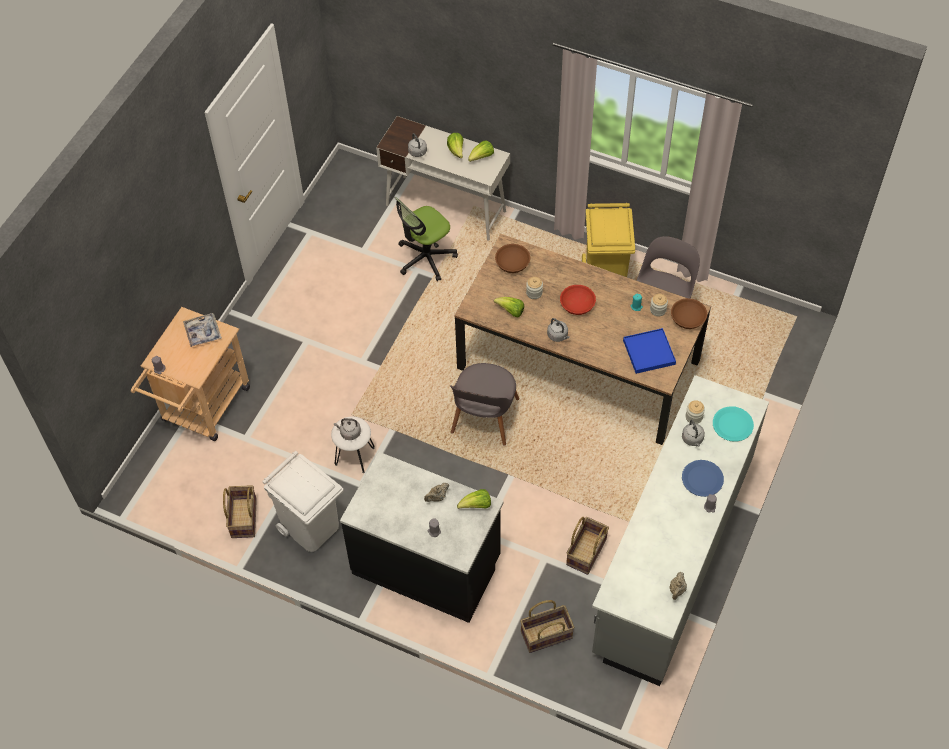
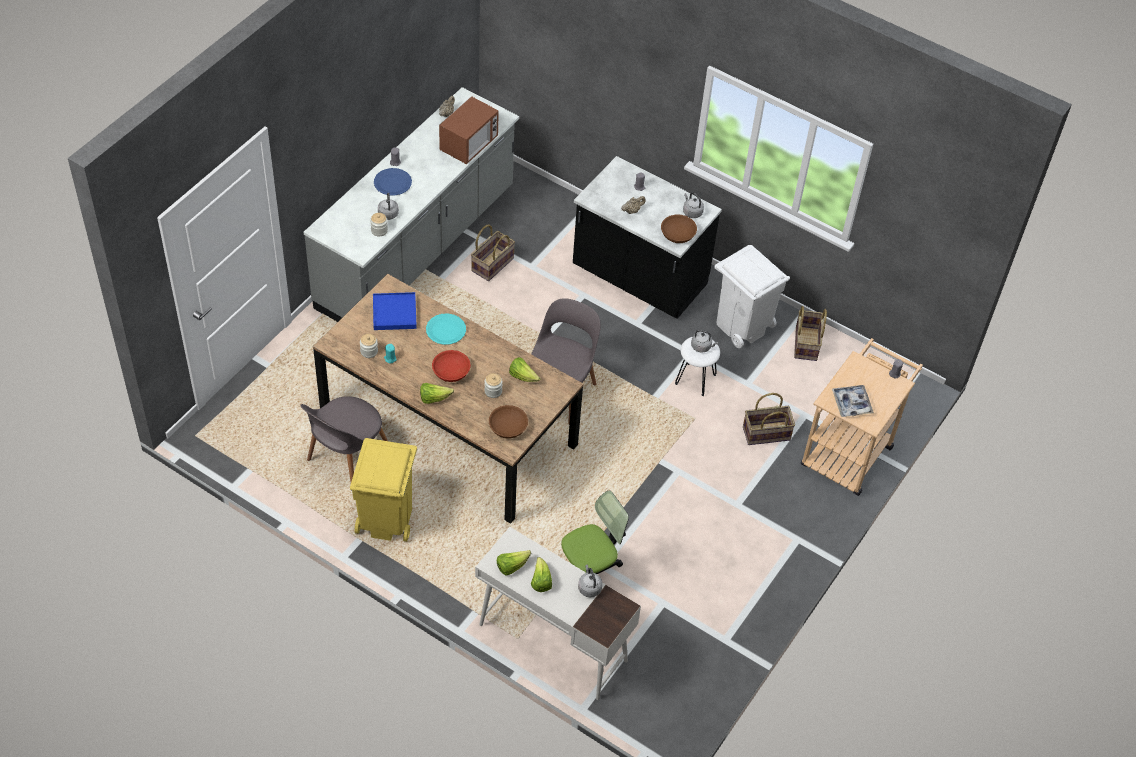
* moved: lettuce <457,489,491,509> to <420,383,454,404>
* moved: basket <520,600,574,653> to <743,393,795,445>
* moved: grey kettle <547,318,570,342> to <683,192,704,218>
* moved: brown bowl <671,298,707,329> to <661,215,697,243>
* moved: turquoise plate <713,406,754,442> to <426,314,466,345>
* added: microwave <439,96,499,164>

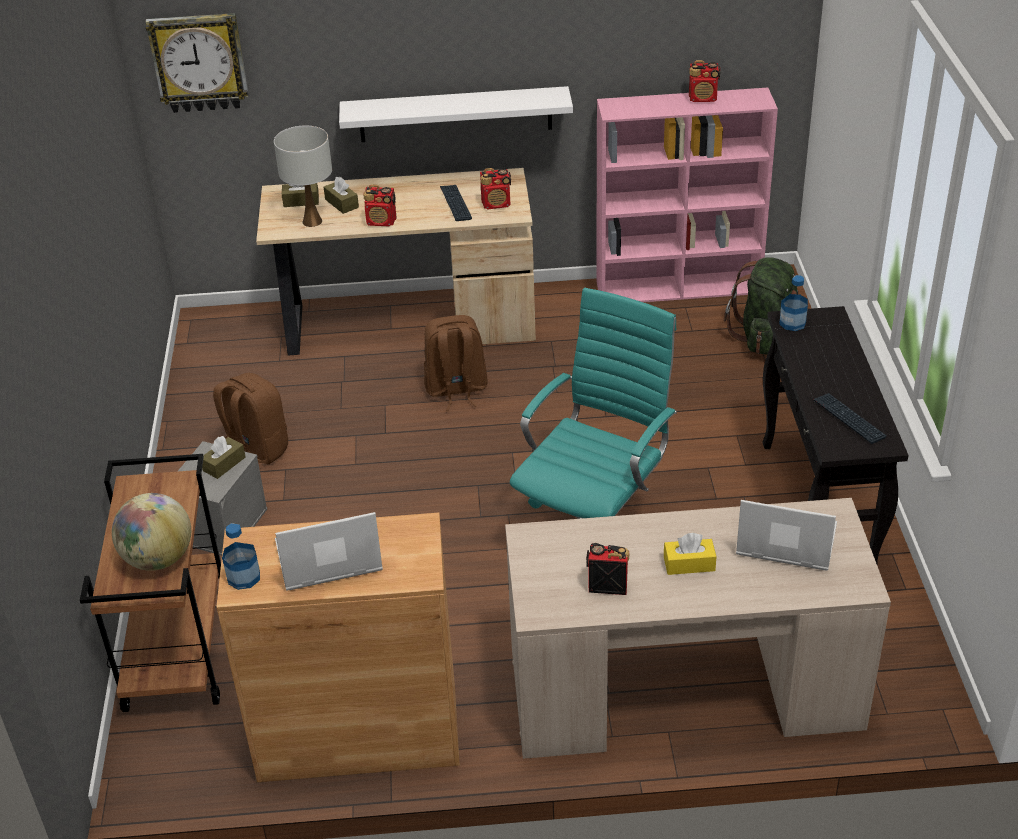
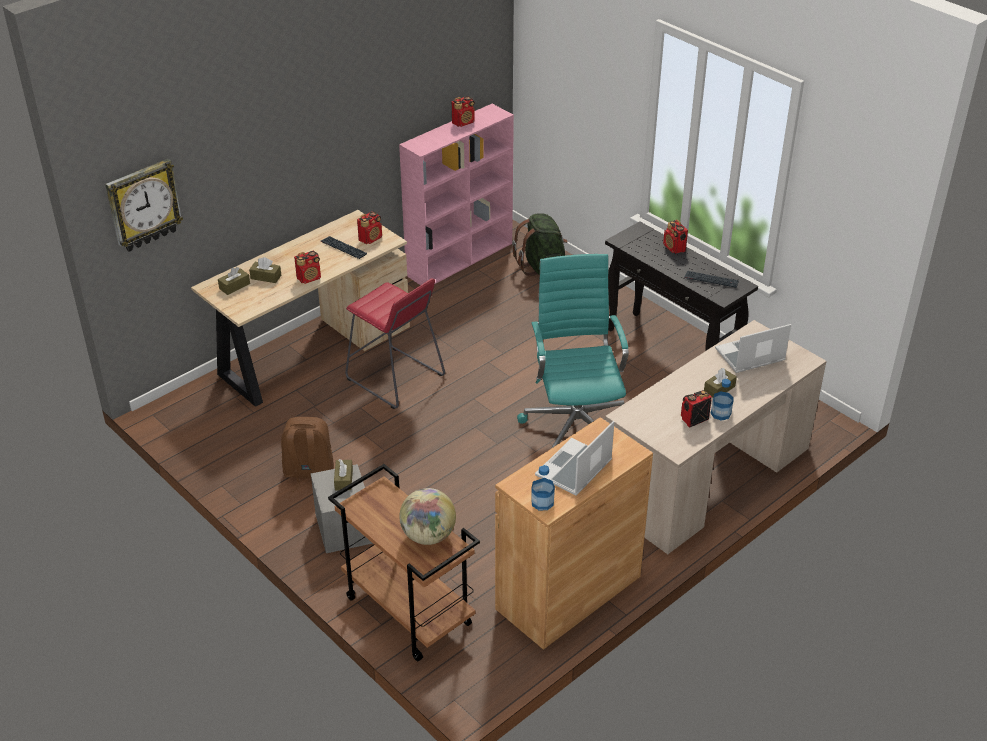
* removed: white table lamp <274,126,332,227>
* removed: white shelf <339,86,573,142>
* replaced: brown backpack <424,315,488,411> to red stool <345,279,445,409>
* recoloured: yellow tissue box <664,533,716,575> to brown tissue box <704,368,737,398>
* moved: bottle <779,275,808,331> to <711,379,734,421>
* added: radio <663,220,688,254>

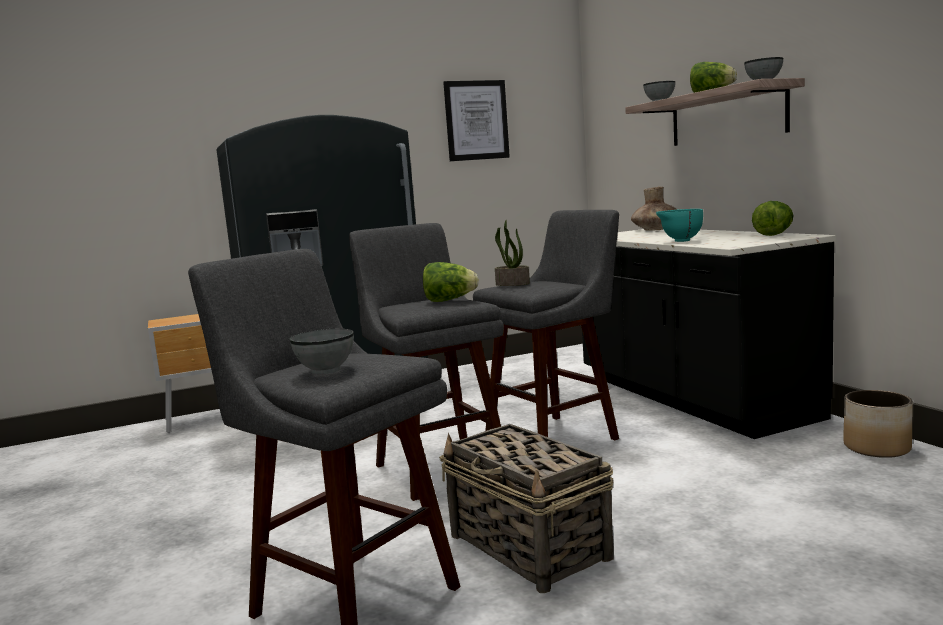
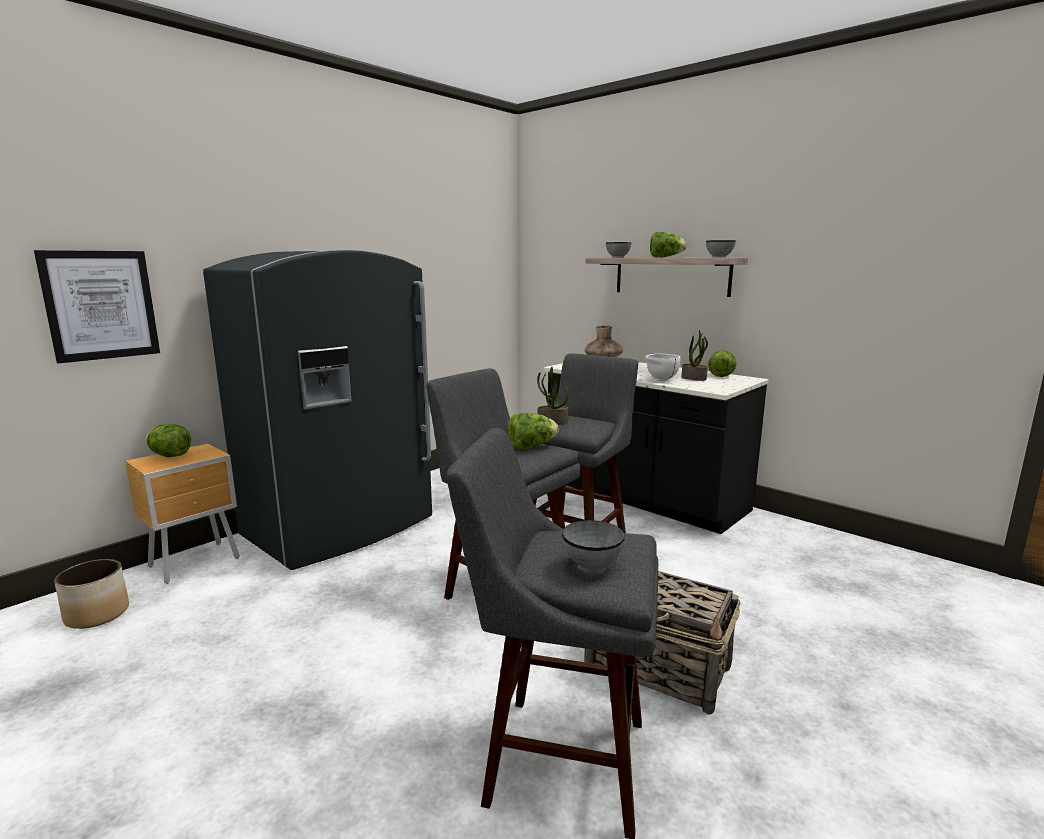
* moved: picture <443,80,510,161> to <34,250,160,363>
* recoloured: turquoise bowl <656,209,703,242> to white bowl <645,354,681,381>
* moved: planter <843,390,913,458> to <54,559,129,629>
* added: lettuce <146,424,191,457>
* added: potted plant <682,330,708,381>

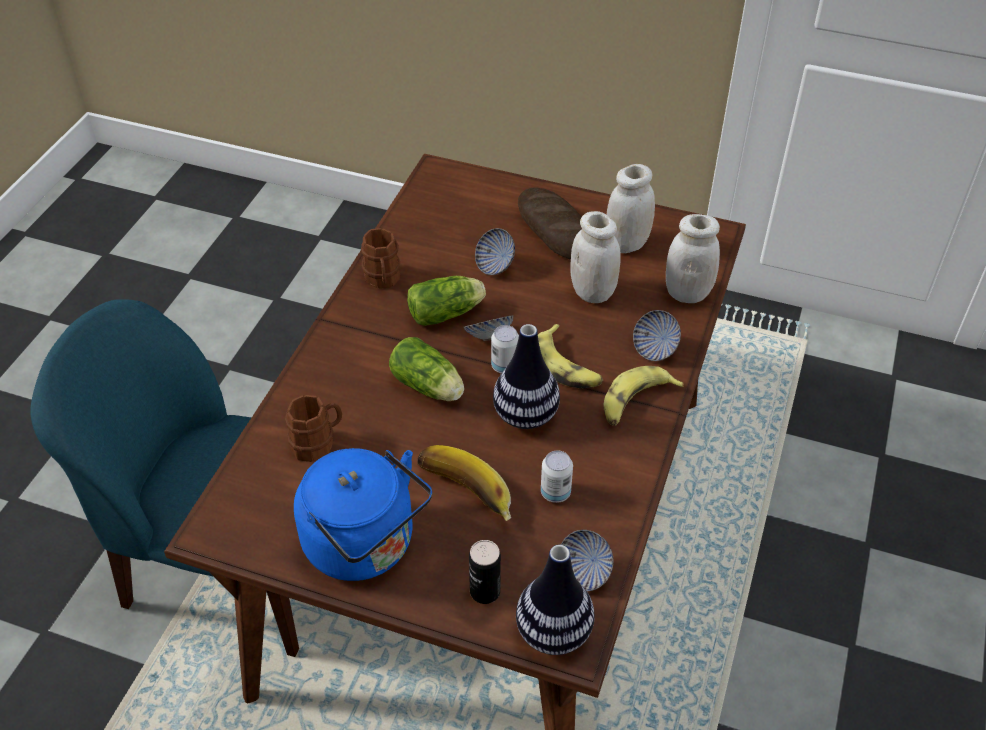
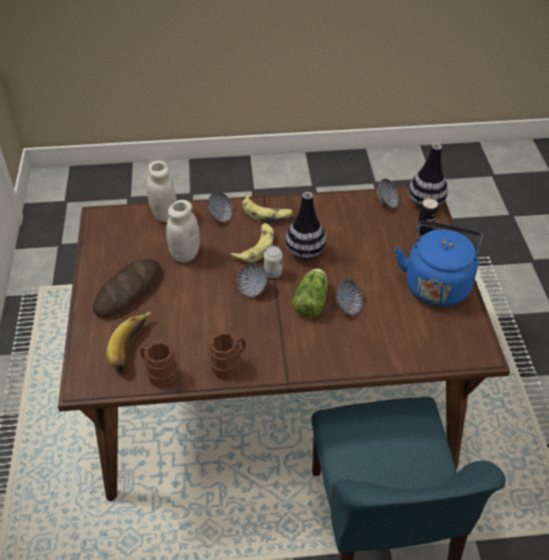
* moved: brown mug <285,395,342,462> to <140,342,178,388>
* removed: lettuce <407,276,486,326>
* moved: banana <417,445,511,521> to <107,312,151,371>
* moved: bowl <475,228,515,275> to <336,280,363,315>
* removed: can <541,451,573,503>
* removed: white jar <606,164,655,253>

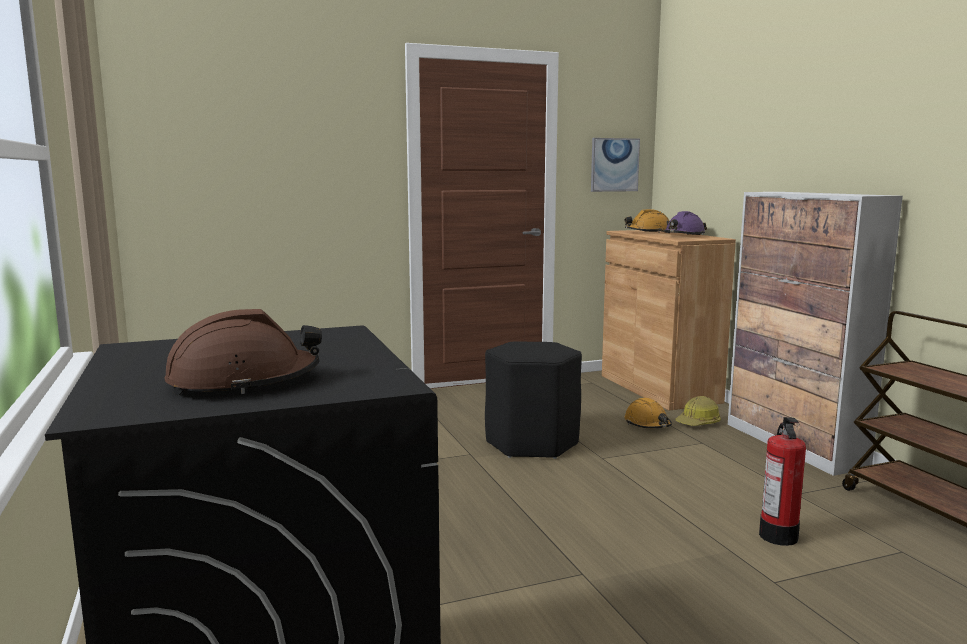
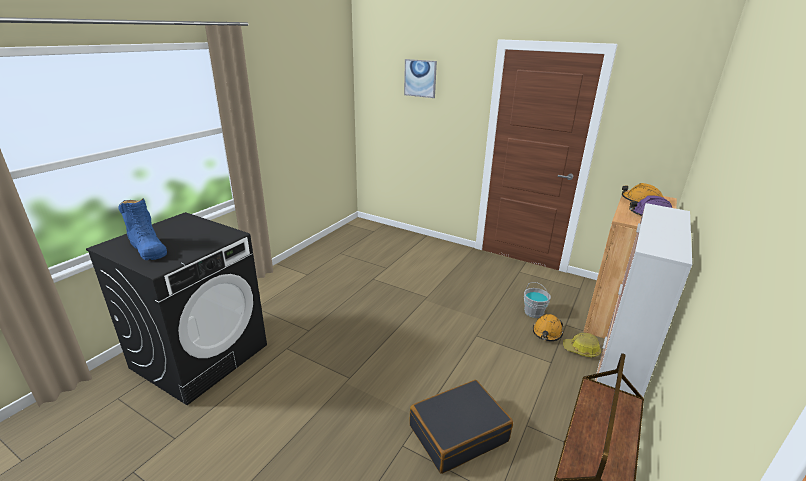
* replaced: brown hard hat <164,309,322,396> to blue boot <118,199,167,260>
* removed: black stool <485,341,582,459>
* moved: picture <591,138,640,192> to <404,59,437,98>
* replaced: fire extinguisher <759,417,806,546> to black suitcase <409,380,513,474>
* added: grey bucket <524,282,551,318>

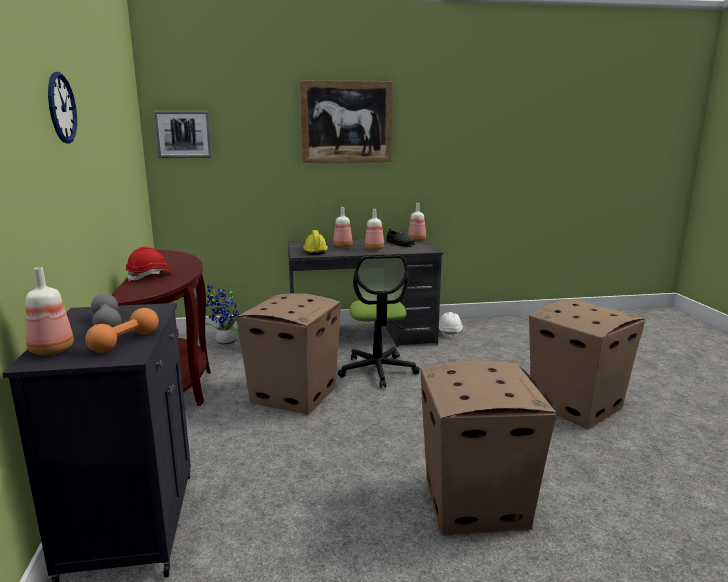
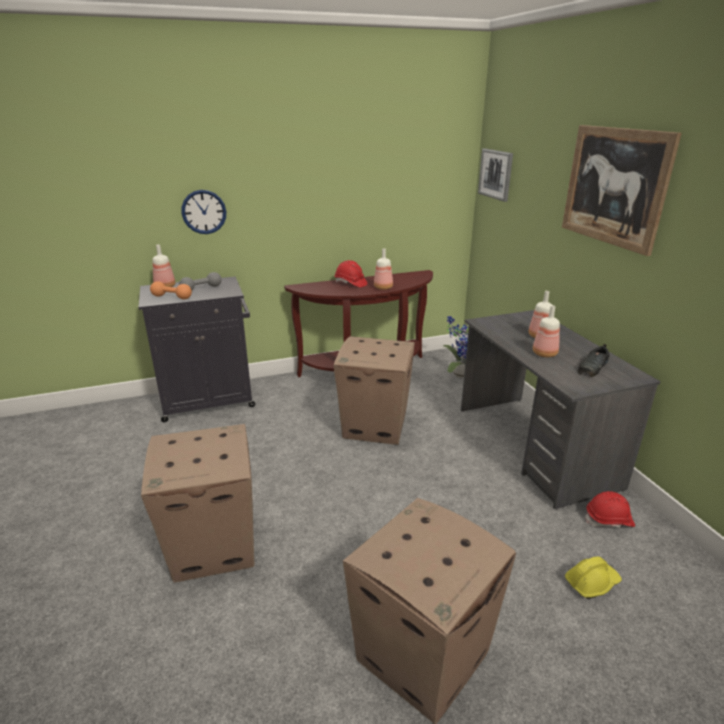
* moved: wall clock <48,72,77,143> to <181,190,226,234>
* moved: yellow hard hat <303,230,328,254> to <565,557,622,599>
* removed: office chair <338,256,420,388>
* moved: bottle <408,203,426,241> to <374,248,393,290>
* recoloured: white hard hat <439,312,463,339> to red hard hat <585,491,635,528>

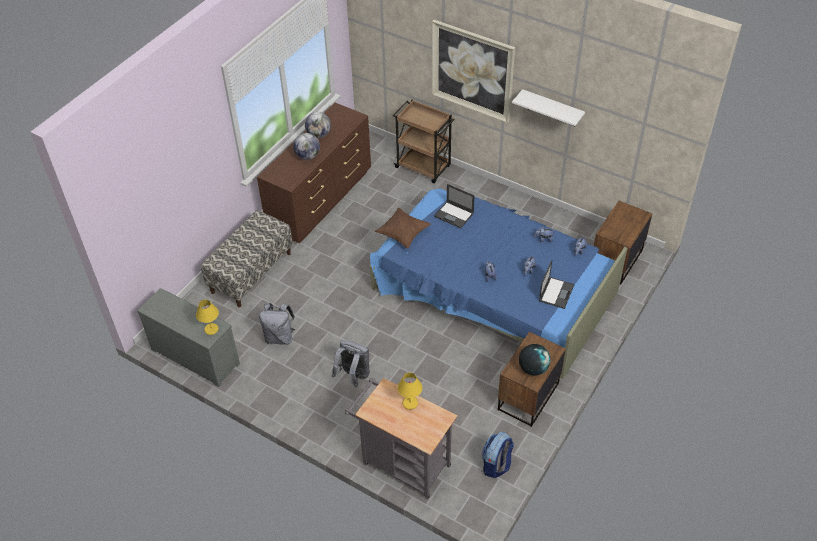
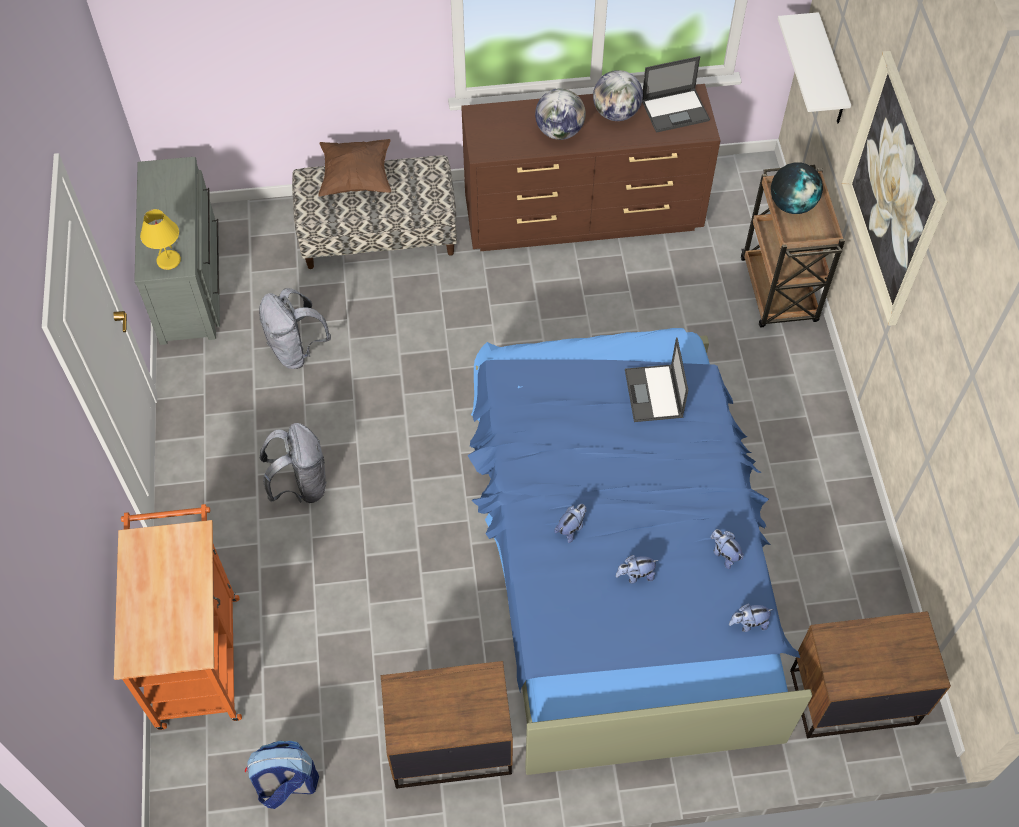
* recoloured: grey cart <345,378,457,499> to orange cart <114,504,242,730>
* moved: brown pillow <375,208,431,249> to <318,139,391,197>
* removed: yellow table lamp <398,373,422,410>
* moved: white shelf <512,89,585,126> to <778,12,851,124>
* moved: globe <519,344,550,375> to <771,163,823,214>
* moved: laptop <539,260,574,309> to <642,56,710,133>

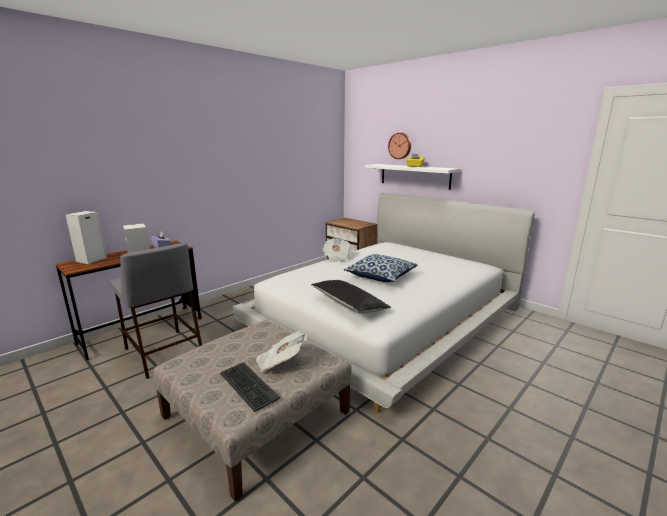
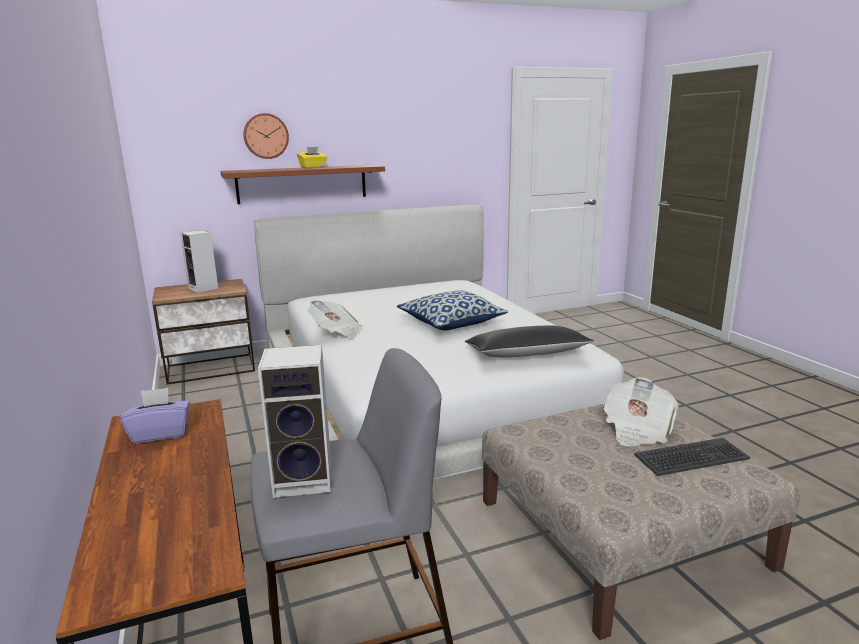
* moved: speaker <65,211,107,264> to <180,230,218,293>
* recoloured: white shelf <365,164,460,190> to brown shelf <221,165,385,204>

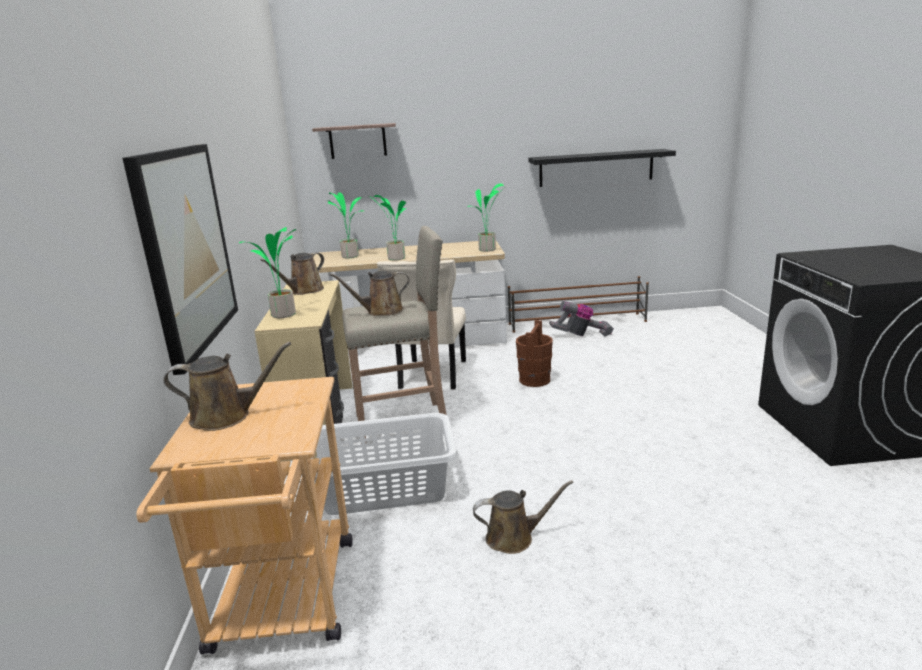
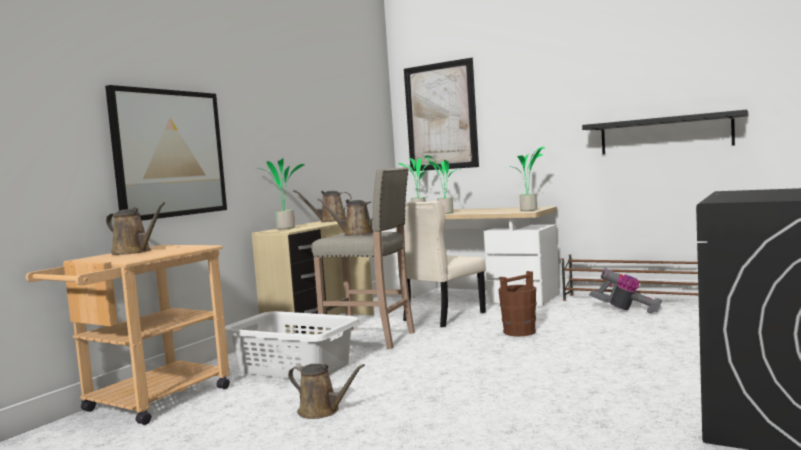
* replaced: shelf <312,123,396,159> to picture <404,58,479,171>

